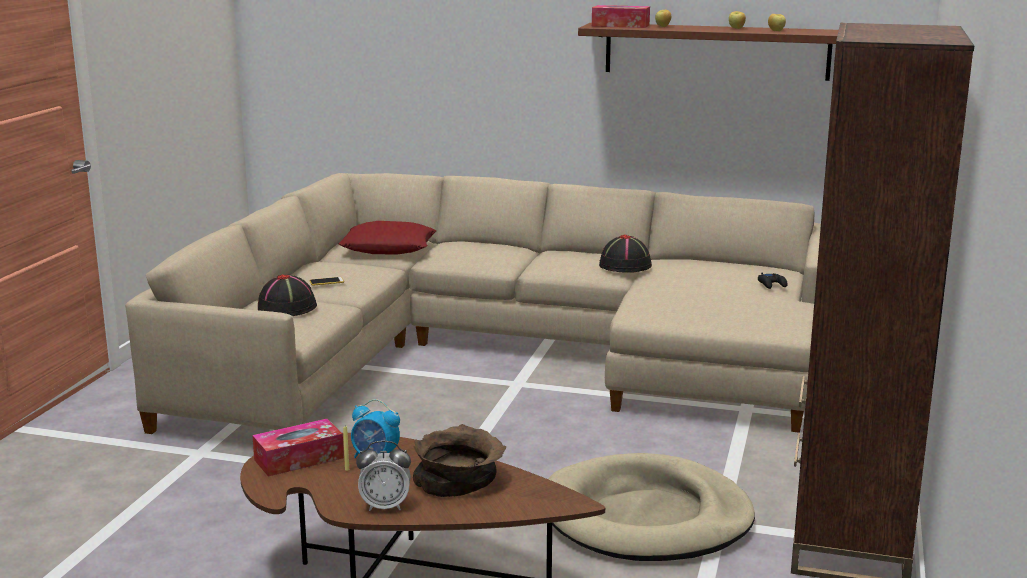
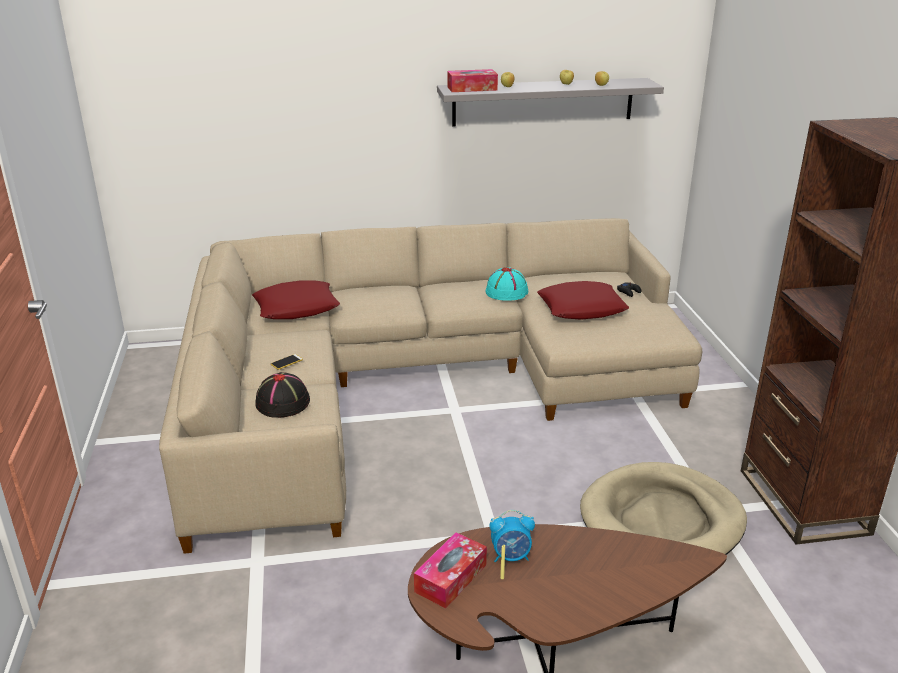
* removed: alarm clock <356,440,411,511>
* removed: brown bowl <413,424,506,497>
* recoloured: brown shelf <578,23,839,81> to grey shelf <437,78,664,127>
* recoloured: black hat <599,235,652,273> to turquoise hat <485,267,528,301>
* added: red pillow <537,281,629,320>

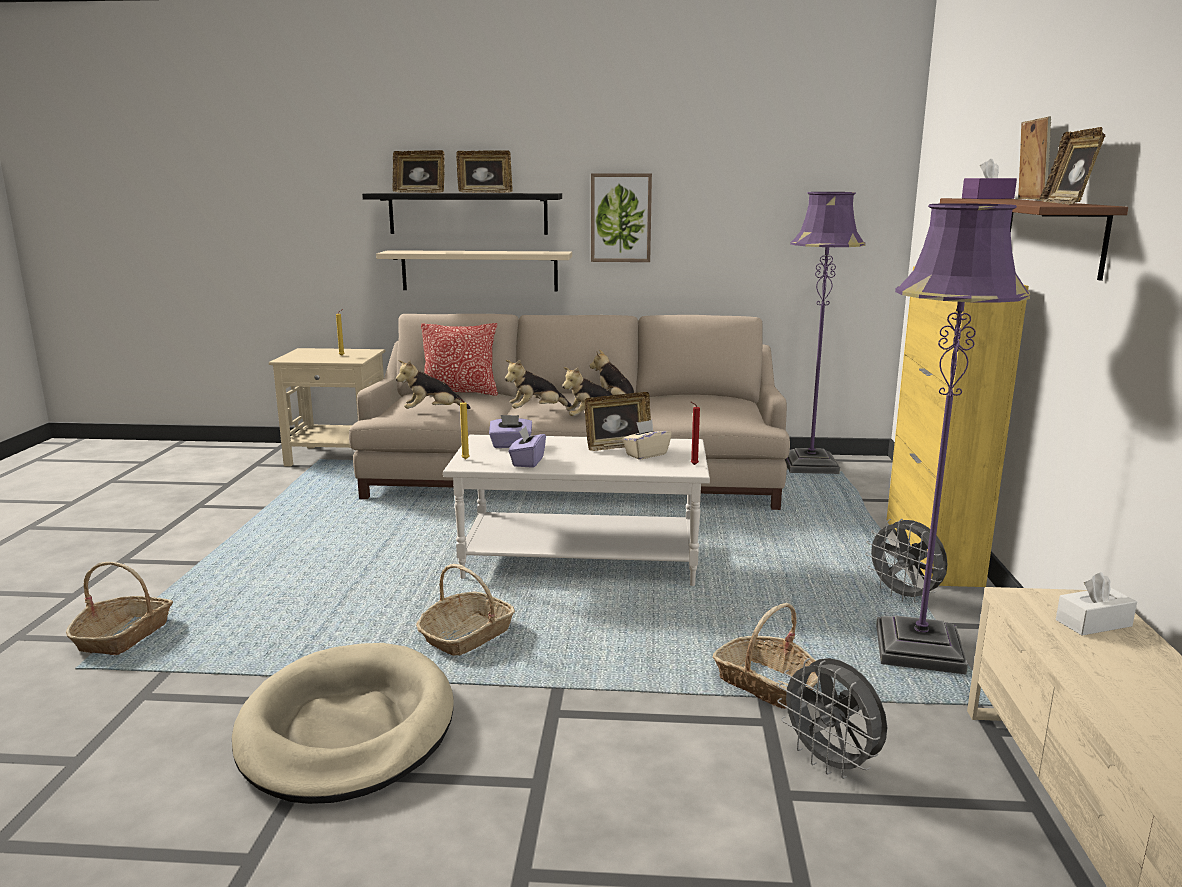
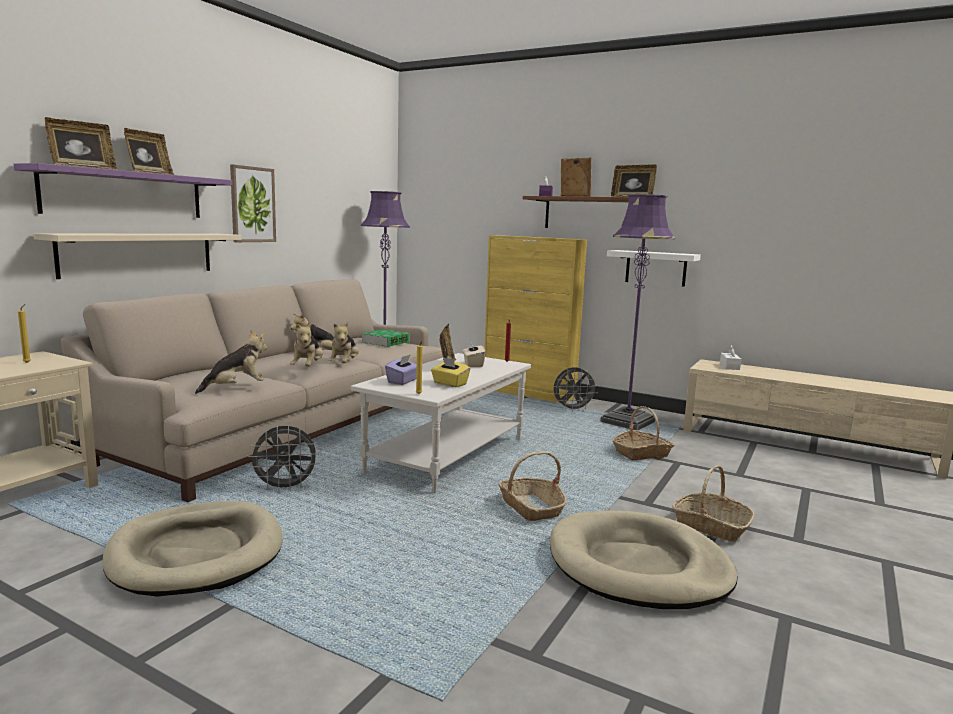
* moved: basket <66,562,173,656> to <672,465,755,542>
* recoloured: black shelf <362,193,562,235> to purple shelf <14,163,232,218>
* turned: plush toy <396,360,471,409> = <195,330,267,394> 135 degrees counterclockwise
* removed: pillow <421,323,498,396>
* recoloured: purple tissue box <509,426,546,468> to yellow tissue box <431,357,470,387>
* moved: grey fan <777,658,887,779> to <247,426,320,492>
* added: beige dog bed <102,501,283,597>
* added: book <361,329,410,347>
* added: white shelf <607,250,701,287>

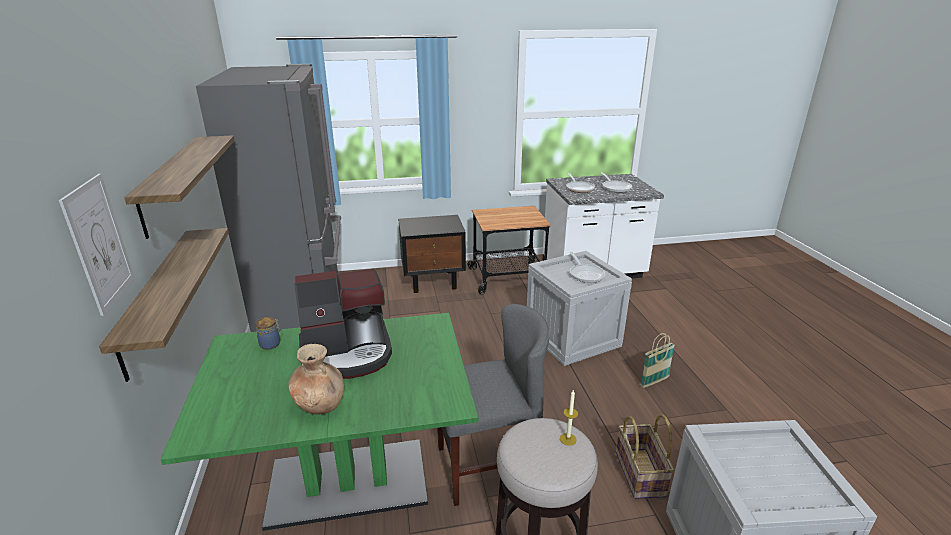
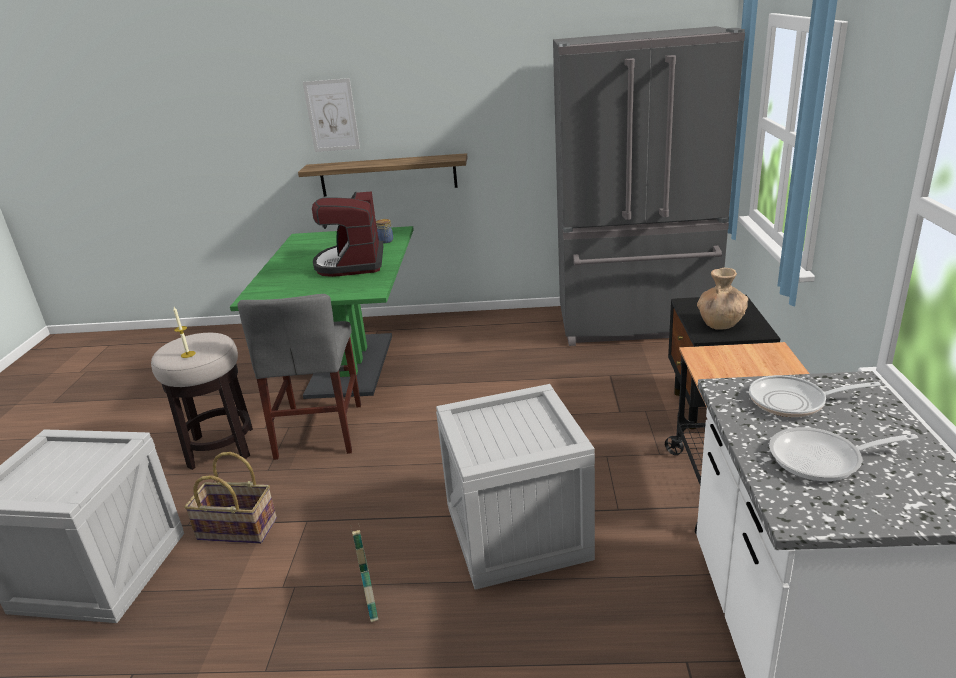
* removed: shelf <124,136,235,239>
* moved: brown vase <288,344,344,414> to <697,268,748,330>
* removed: frying pan <570,251,606,283>

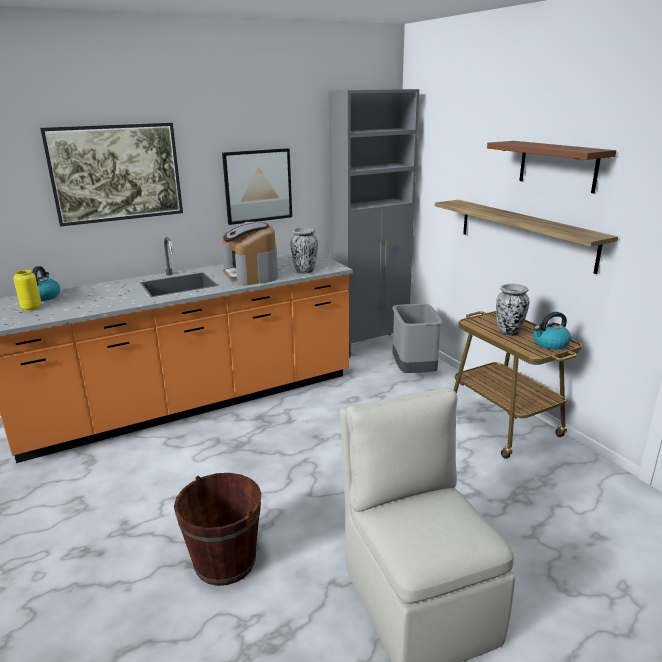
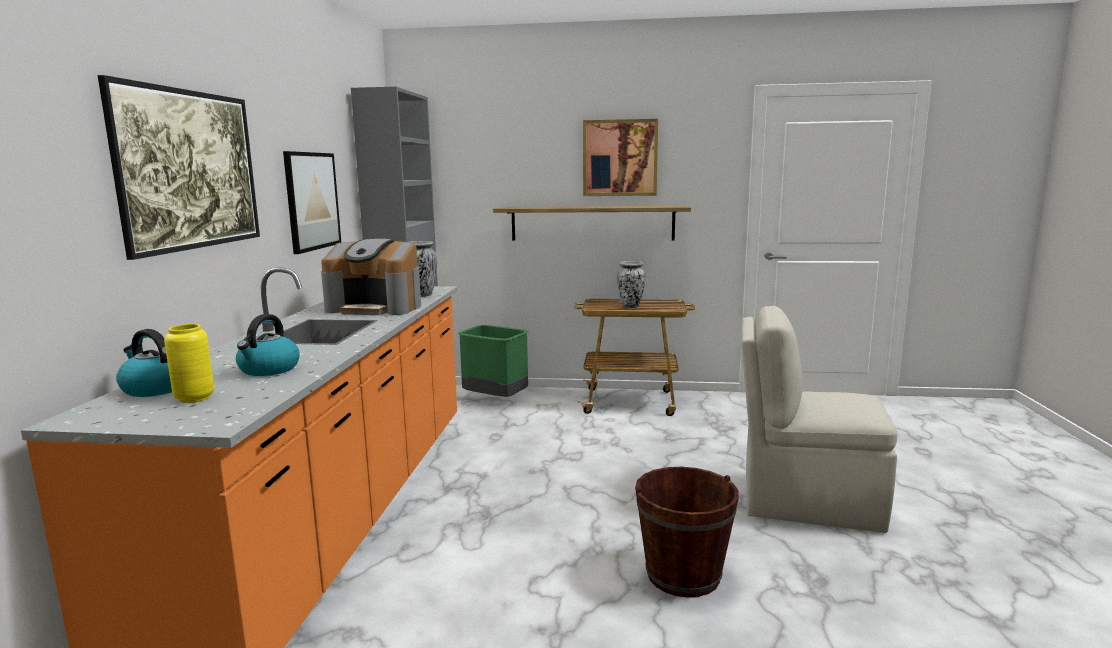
* recoloured: grey trash can <392,304,442,373> to green trash can <458,325,529,397>
* replaced: brown shelf <487,141,616,194> to picture <583,119,658,196>
* moved: kettle <533,312,571,350> to <236,314,300,376>

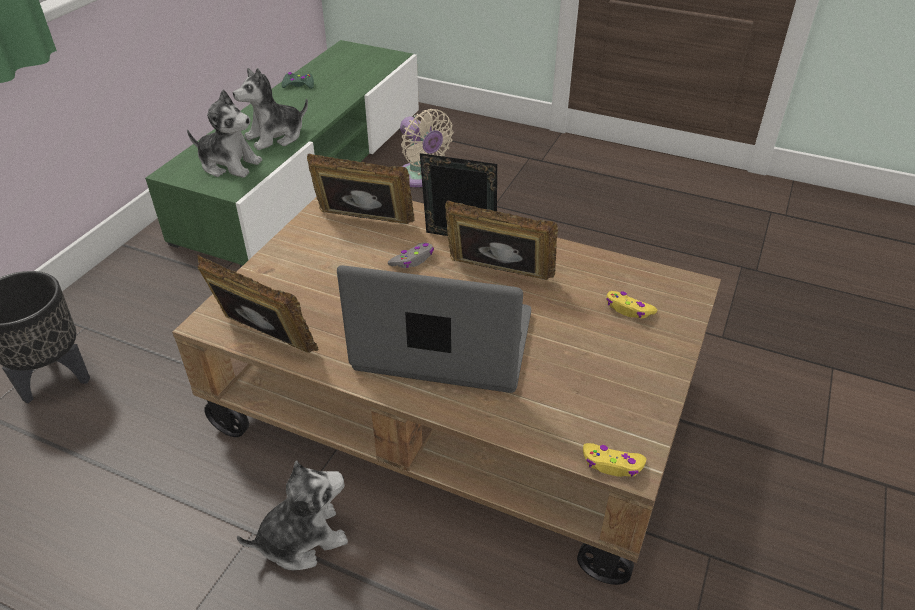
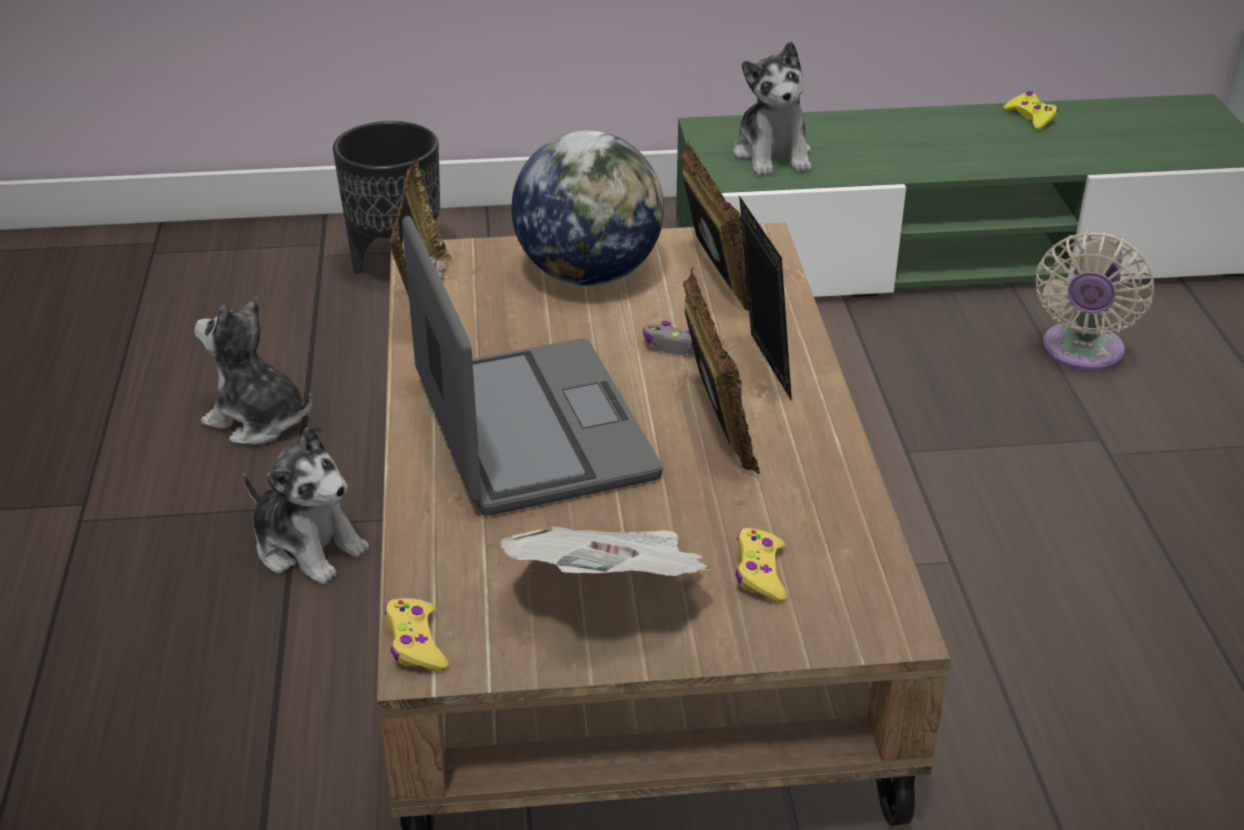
* moved: plush toy <233,68,308,150> to <194,296,312,445>
* recoloured: green game controller <282,72,314,89> to yellow game controller <1004,91,1058,130>
* added: newspaper <500,526,710,576>
* added: globe <511,130,664,286>

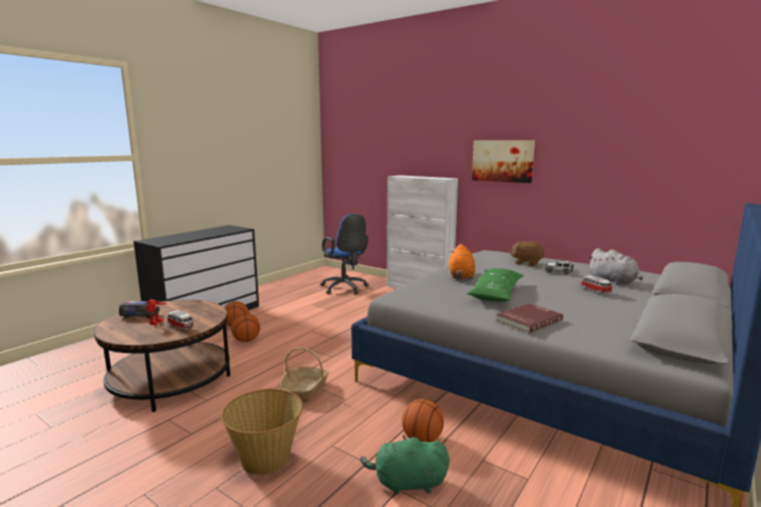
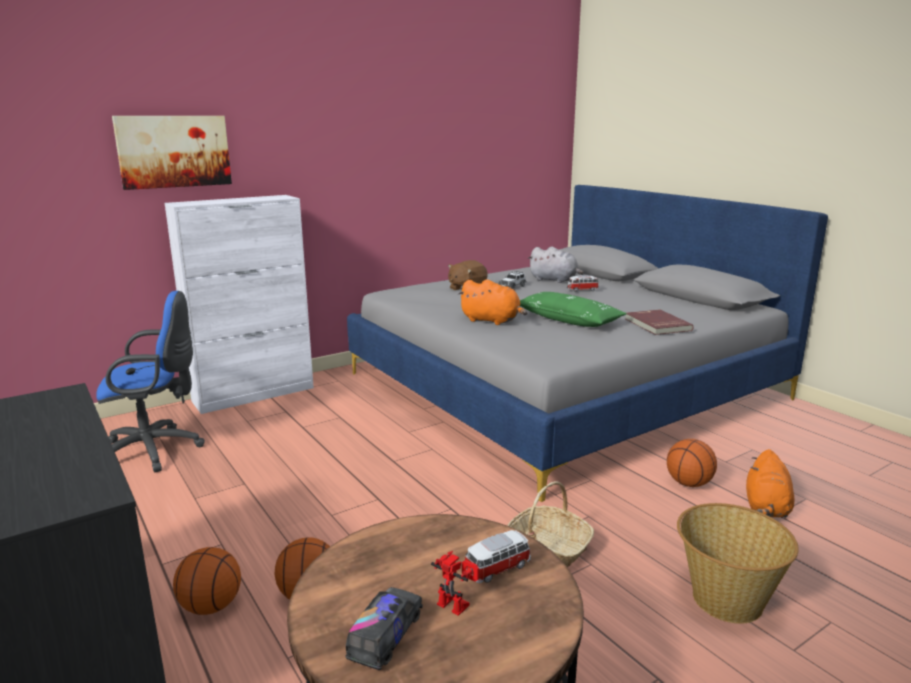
* recoloured: green plush toy <360,435,449,495> to orange plush toy <746,449,794,518>
* moved: picture <472,141,535,183> to <112,116,232,190>
* turned: grey plush toy <588,248,643,285> = <528,247,584,283> 45 degrees clockwise

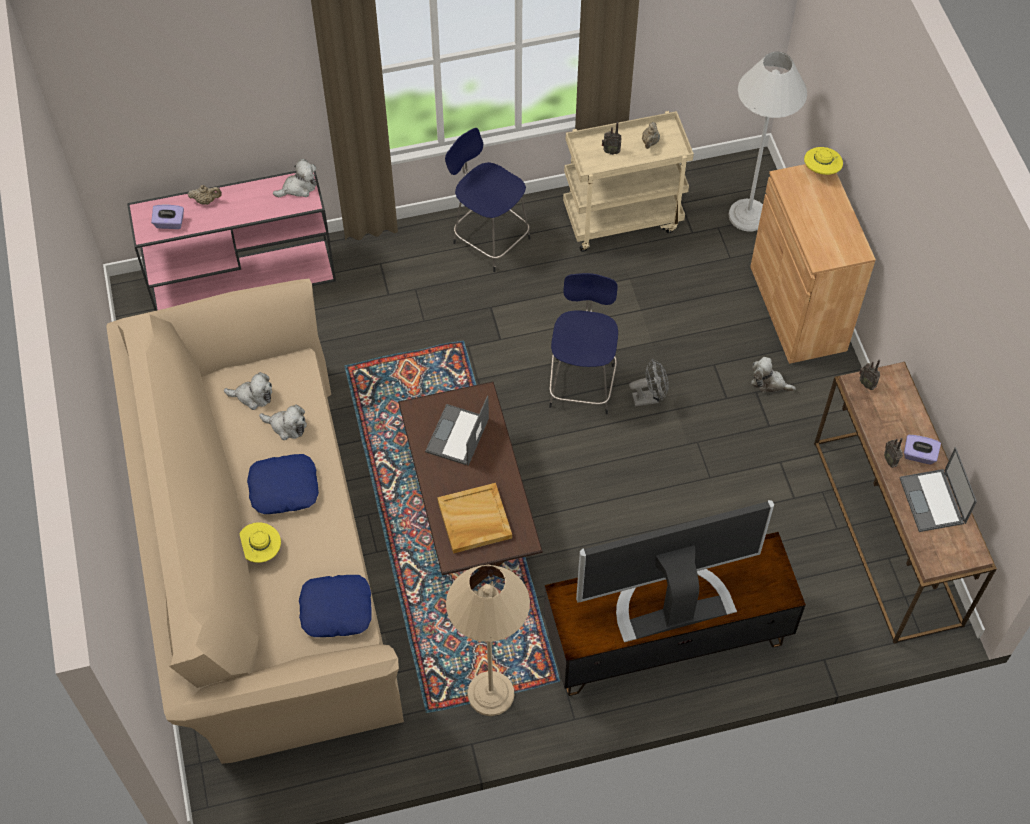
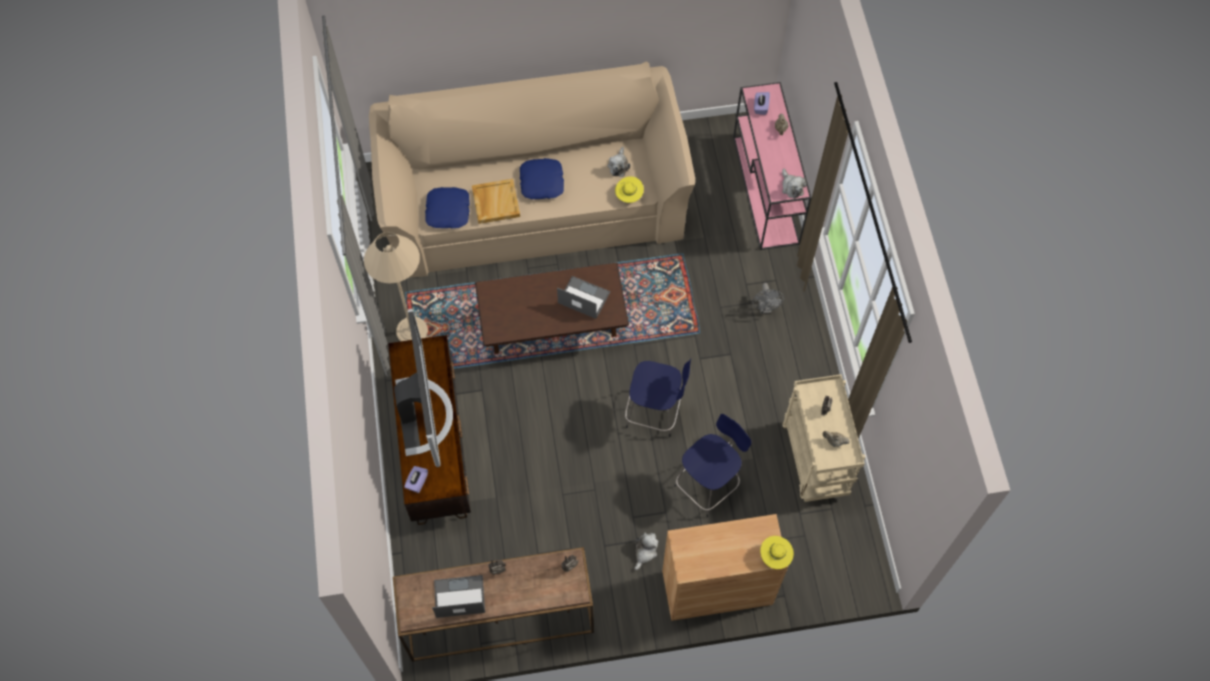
* moved: yellow hat <240,522,281,563> to <615,176,644,203>
* removed: plush toy <259,404,307,440>
* moved: beige tray <437,483,512,554> to <472,179,520,224>
* moved: blue stool <445,128,531,272> to <674,414,752,518>
* moved: grey fan <629,359,669,407> to <752,283,784,314>
* removed: white floor lamp <728,51,807,231>
* moved: purple tissue box <904,435,941,465> to <404,466,428,493>

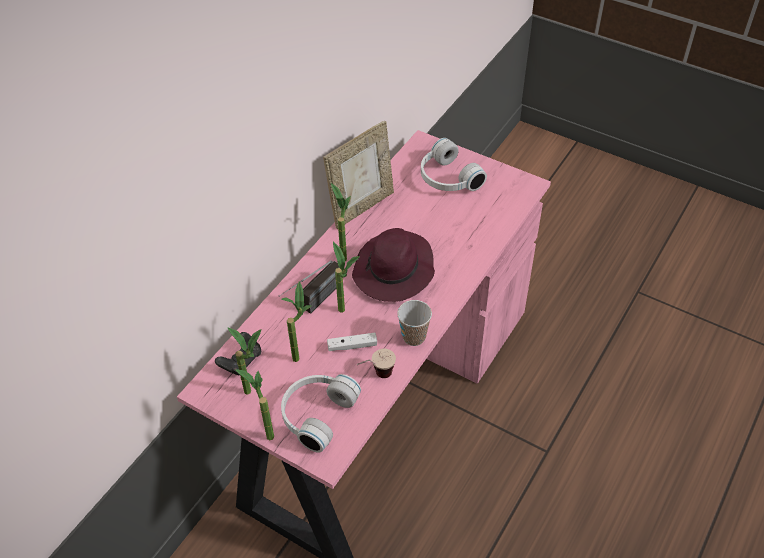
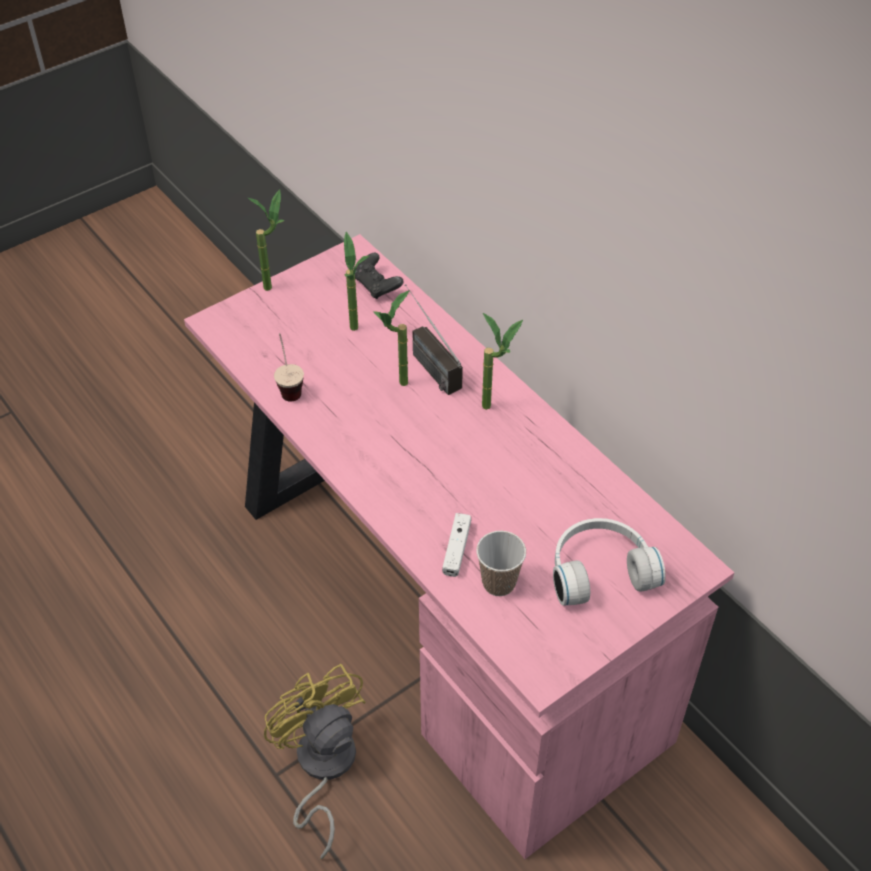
* removed: potted plant <227,327,262,395>
* removed: white headphones <281,374,361,453>
* removed: picture frame <323,121,394,229>
* moved: white game controller <327,333,377,351> to <442,513,471,577>
* removed: purple hat <352,228,435,302>
* moved: cup <397,300,432,346> to <476,531,526,596>
* added: yellow fan <264,664,366,859>

